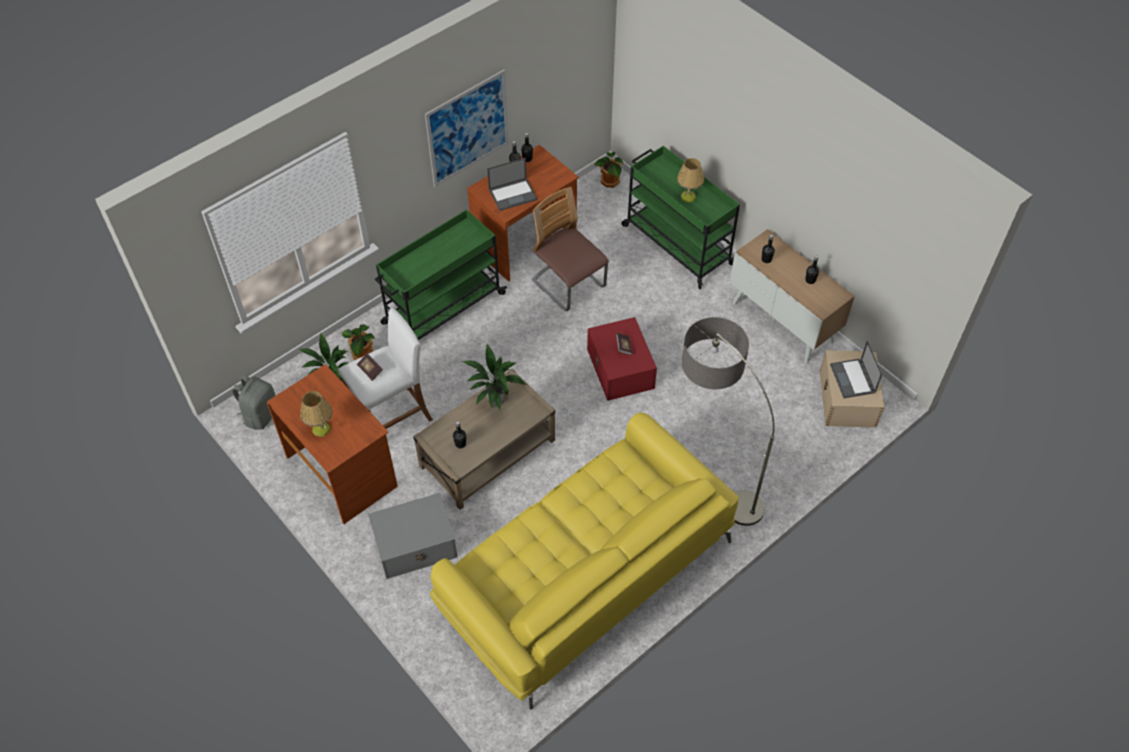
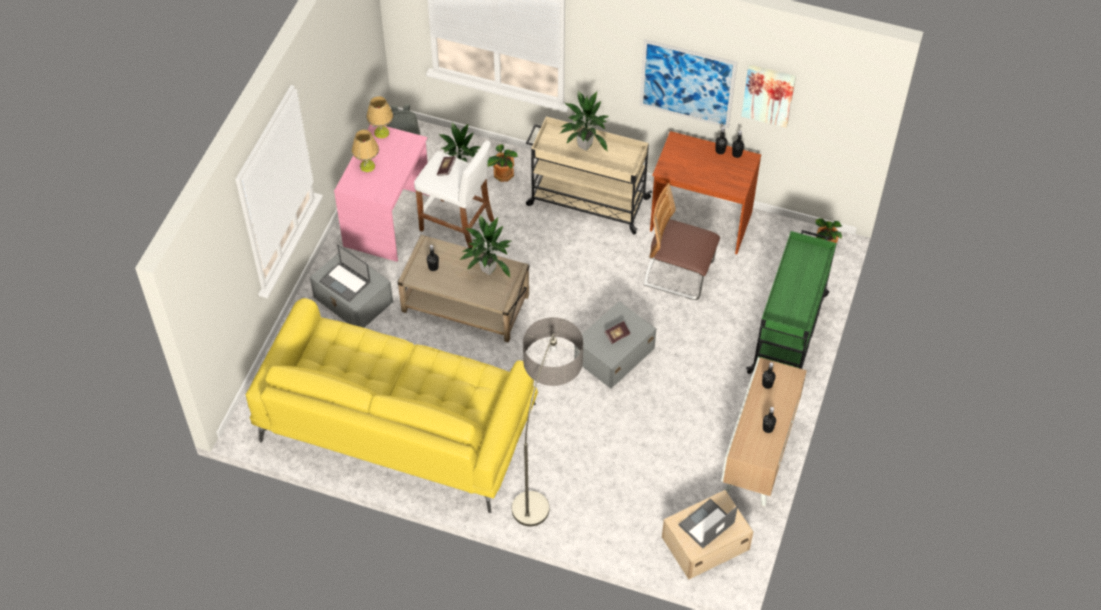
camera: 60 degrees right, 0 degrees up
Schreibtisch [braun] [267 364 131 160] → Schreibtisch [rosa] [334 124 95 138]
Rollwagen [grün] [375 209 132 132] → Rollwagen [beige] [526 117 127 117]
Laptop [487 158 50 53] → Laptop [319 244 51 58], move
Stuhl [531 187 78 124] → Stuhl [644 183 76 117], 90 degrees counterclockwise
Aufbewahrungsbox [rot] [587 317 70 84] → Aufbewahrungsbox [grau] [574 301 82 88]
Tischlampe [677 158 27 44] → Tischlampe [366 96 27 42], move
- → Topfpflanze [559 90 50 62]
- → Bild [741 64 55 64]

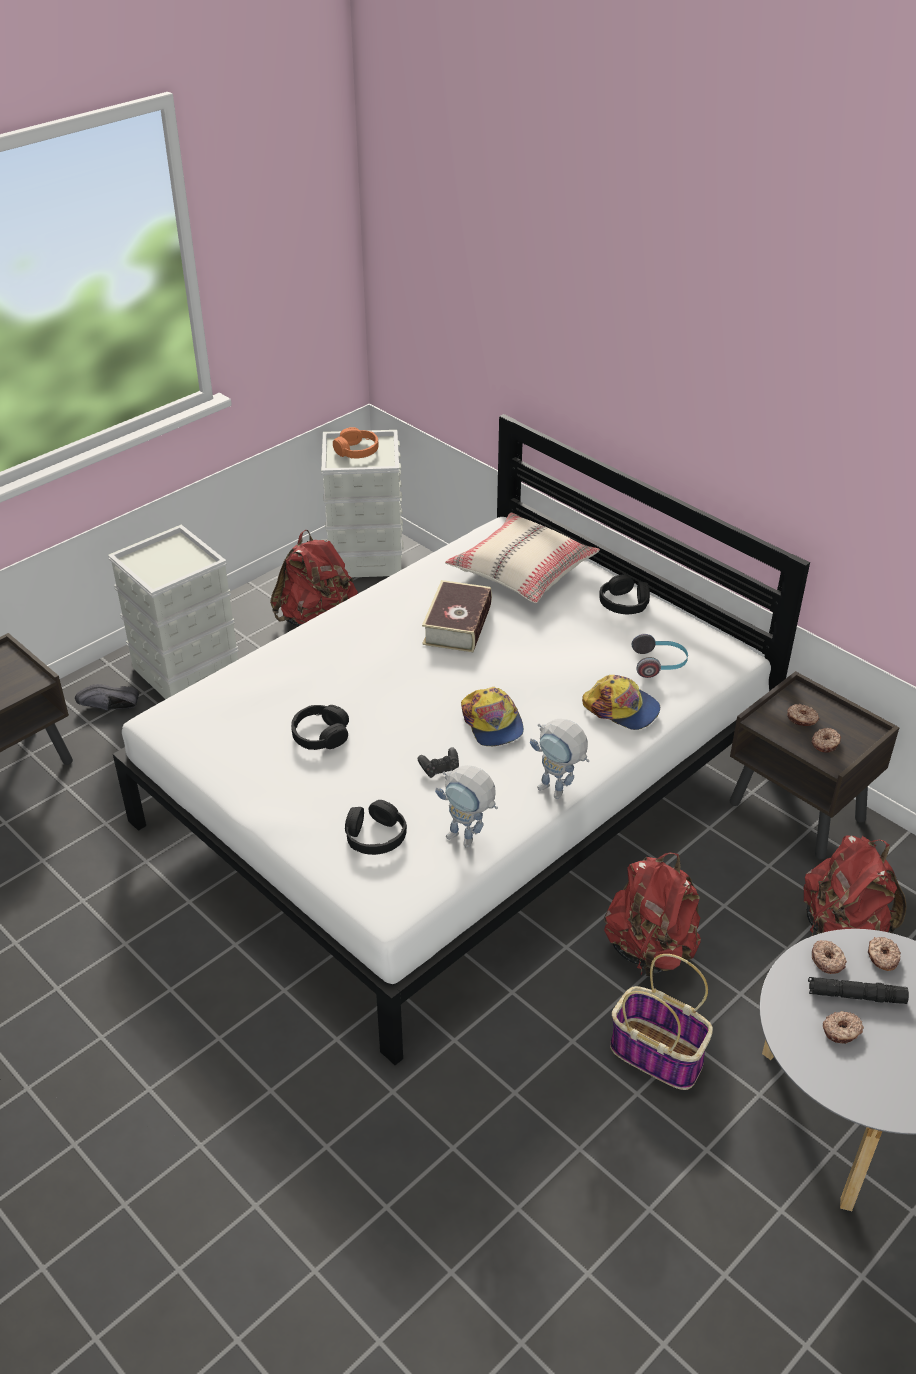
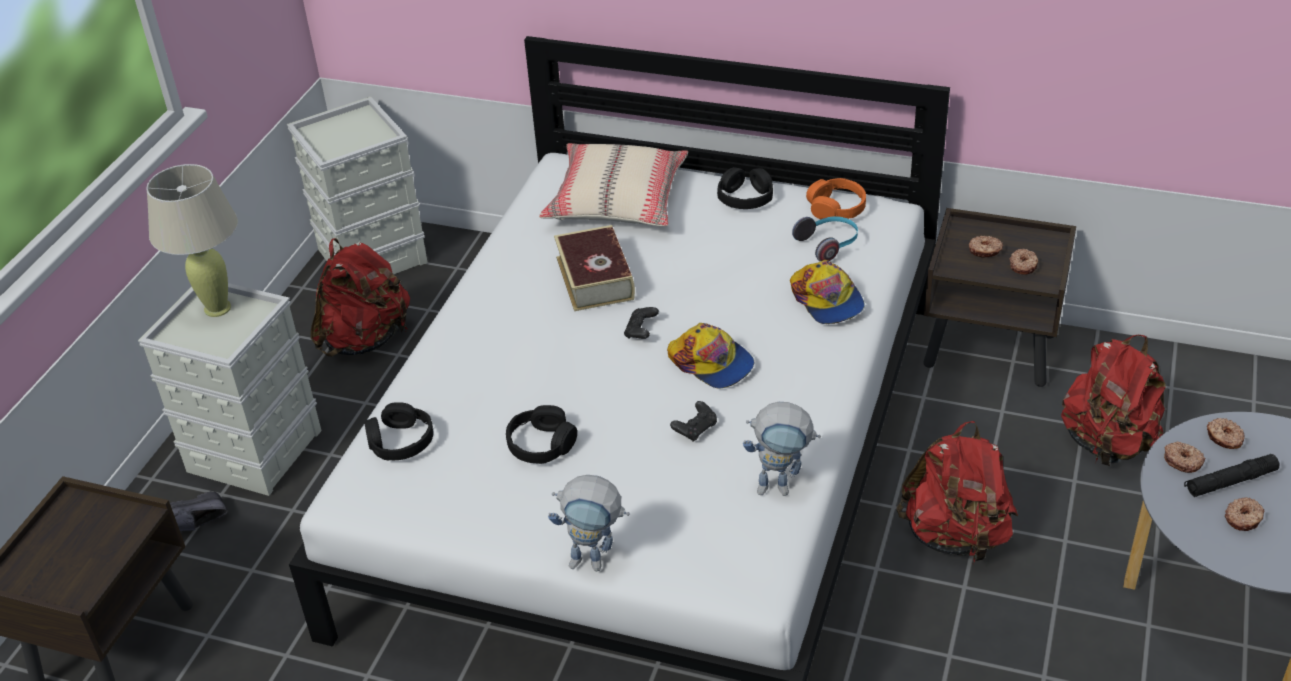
camera: 25 degrees left, 0 degrees up
Kopfhörer [orange] [333 427 46 32] → Kopfhörer [orange] [806 178 60 41], move
Kopfhörer [schwarz] [345 800 62 55] → Kopfhörer [schwarz] [364 402 69 58], move
Spielzeugroboter [530 719 59 80] → Spielzeugroboter [548 475 82 96], move
Kappe [582 675 78 55] → Kappe [790 260 75 64], 60 degrees clockwise
Korb [610 954 103 136] → -
- → Tischlampe [beige] [146 164 92 153]
- → Gamepad [schwarz] [624 307 35 32]

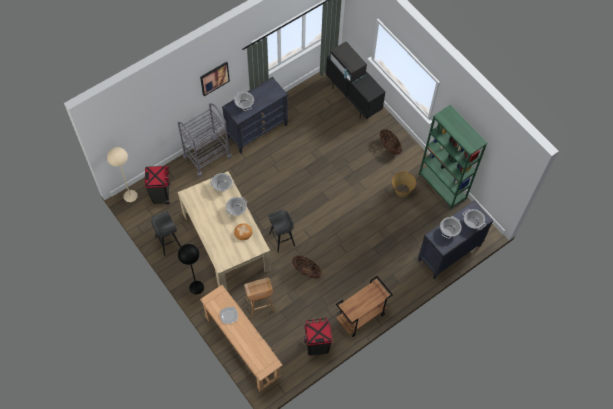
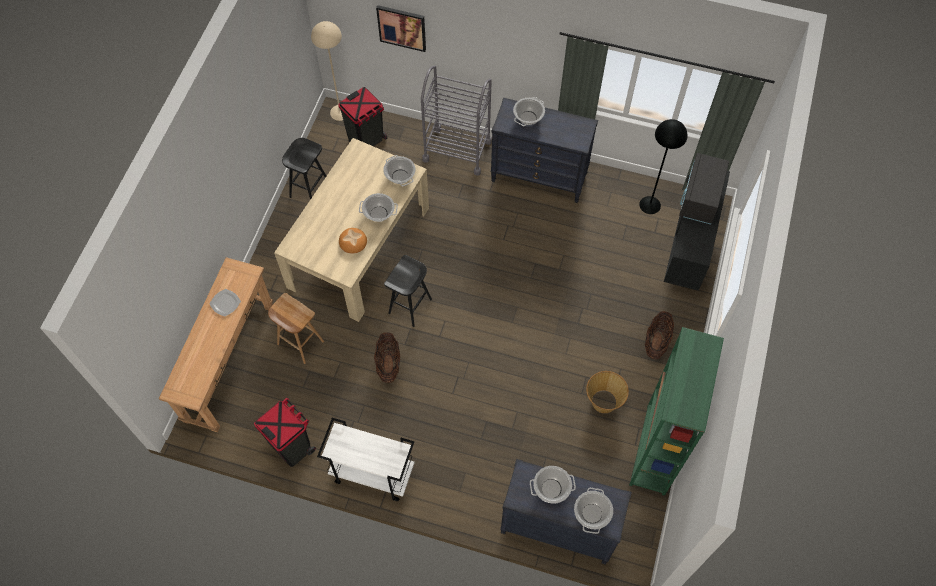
camera: 55 degrees right, 0 degrees up
Stehlampe [schwarz] [178 244 26 51] → Stehlampe [schwarz] [639 119 49 95], move
Bild [200 62 30 34] → Bild [376 5 50 47], move
Rollwagen [braun] [336 276 57 61] → Rollwagen [weiß] [317 418 97 83]

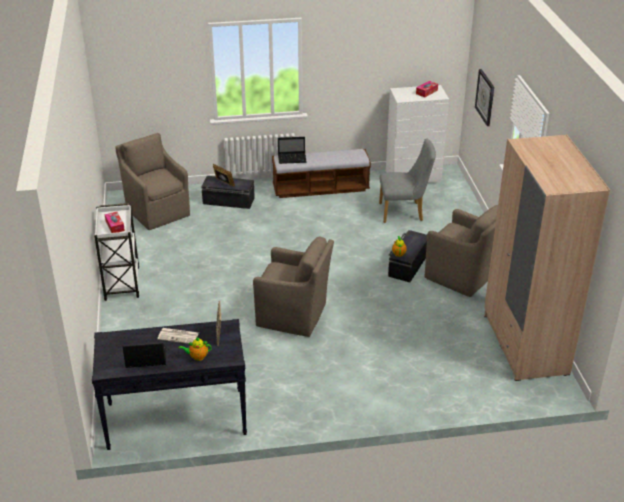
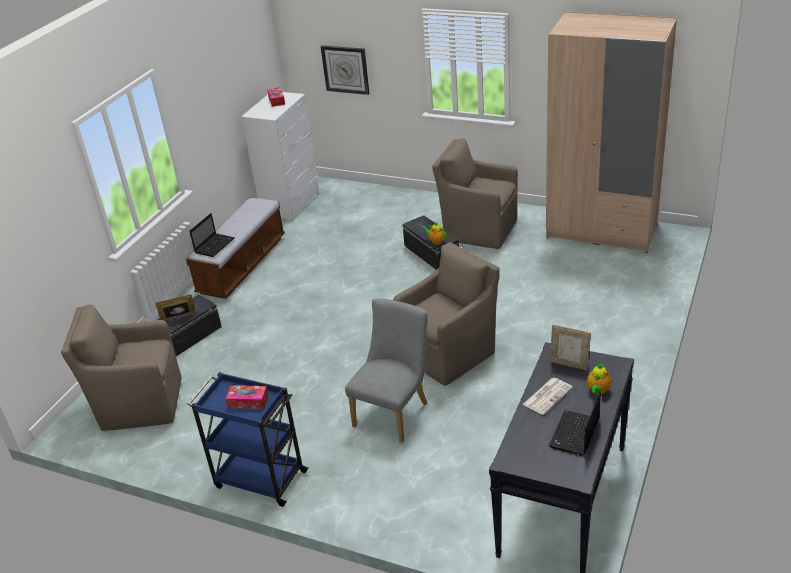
camera: 55 degrees left, 0 degrees up
Rollwagen [weiß] [94 203 45 98] → Rollwagen [blau] [188 372 121 135]
Stuhl [grau] [379 138 57 85] → Stuhl [grau] [345 298 83 145], move
Sessel [braun] [425 205 73 92] → Sessel [braun] [432 139 86 110], 135 degrees counterclockwise

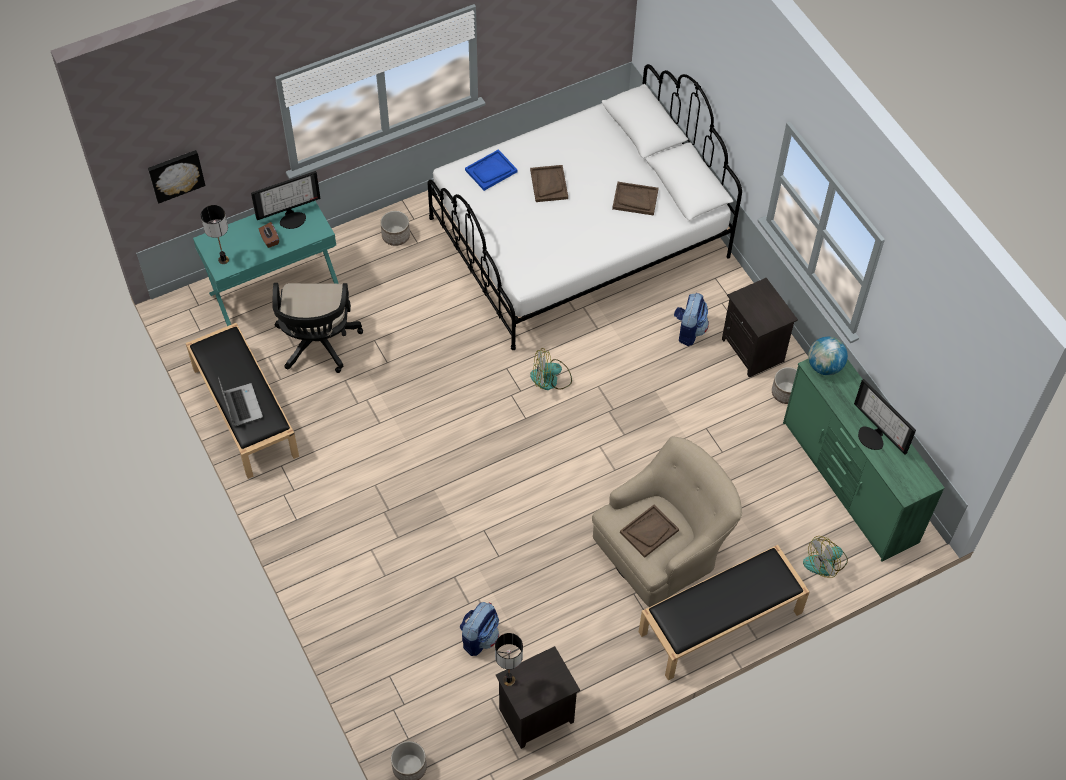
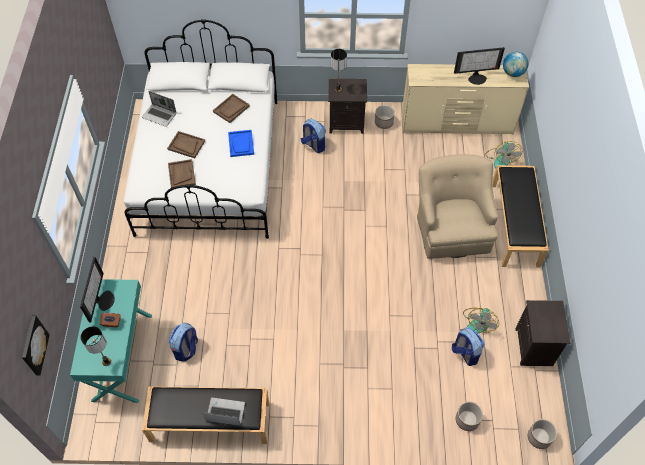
camera: 60 degrees left, 0 degrees up
Bürostuhl [schwarz] [272 283 91 90] → Rucksack [169 323 29 39]
Pflanzkübel [380 211 30 35] → Pflanzkübel [456 402 27 29], move
Tablett [blau] [465 149 52 42] → Tablett [blau] [228 130 26 27], move
Tischlampe [495 633 28 53] → Tischlampe [331 49 16 43], move
Ventilator [530 348 42 42] → Ventilator [463 308 36 25], move
Tablett [braun] [620 504 59 54] → Tablett [braun] [168 159 28 29], move
Kommode [grün] [783 359 162 203] → Kommode [beige] [402 64 127 71]
Globus [808 337 40 38] → Globus [503 52 26 25], move
- → Laptop [142 91 35 36]

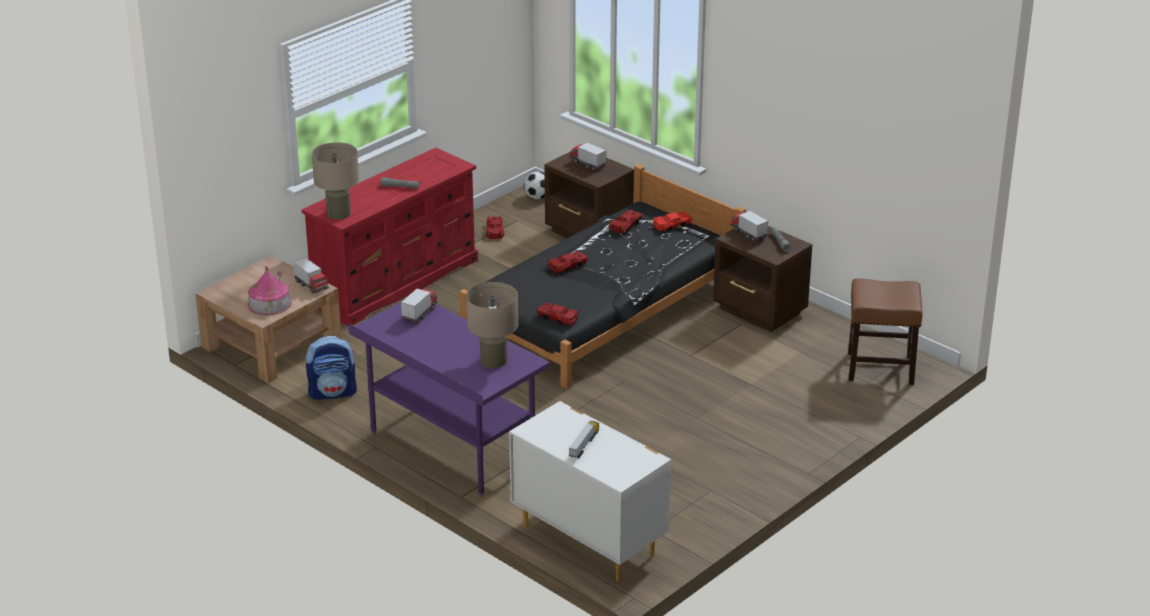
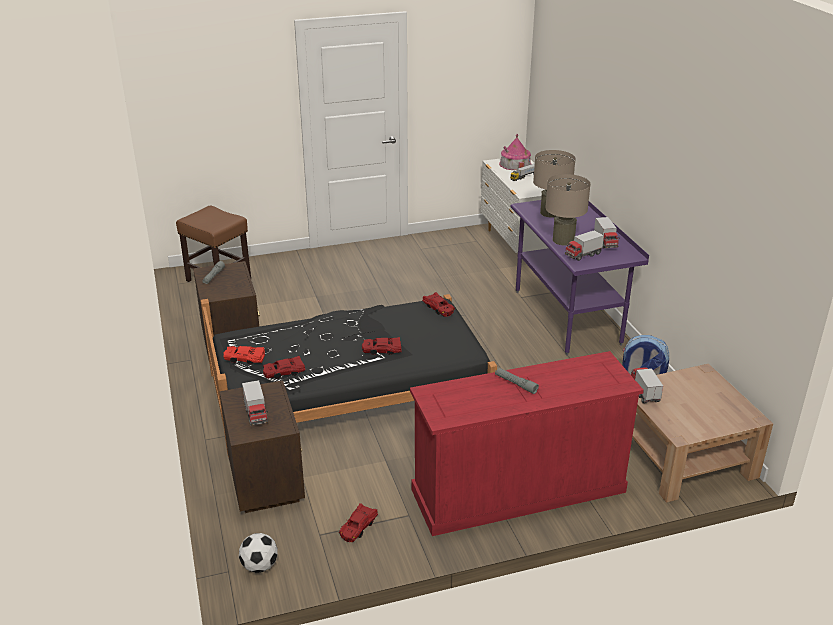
camera: 150 degrees left, 0 degrees up
Spielzeughaus [248 266 44 49] → Spielzeughaus [499 134 32 36], move
Tischlampe [beige] [312 142 47 78] → Tischlampe [beige] [545 174 46 72], move
Spielzeuglaster [731 211 37 31] → Spielzeuglaster [594 217 26 31], move

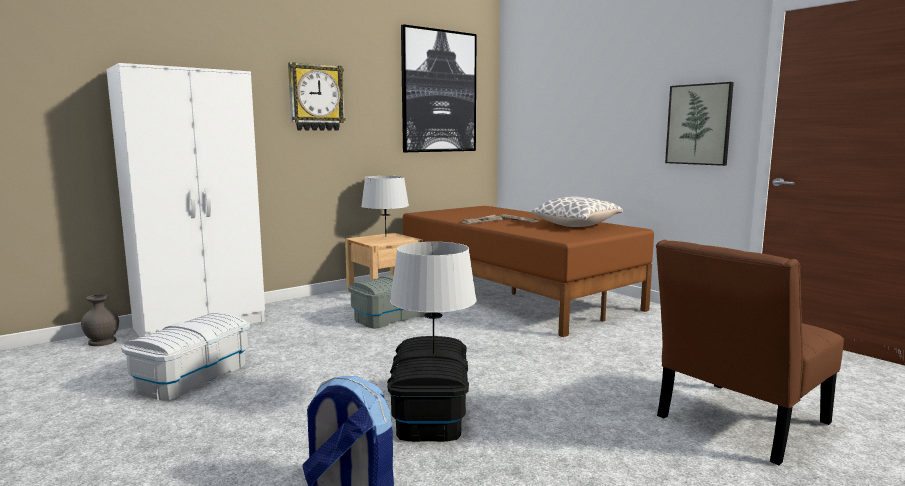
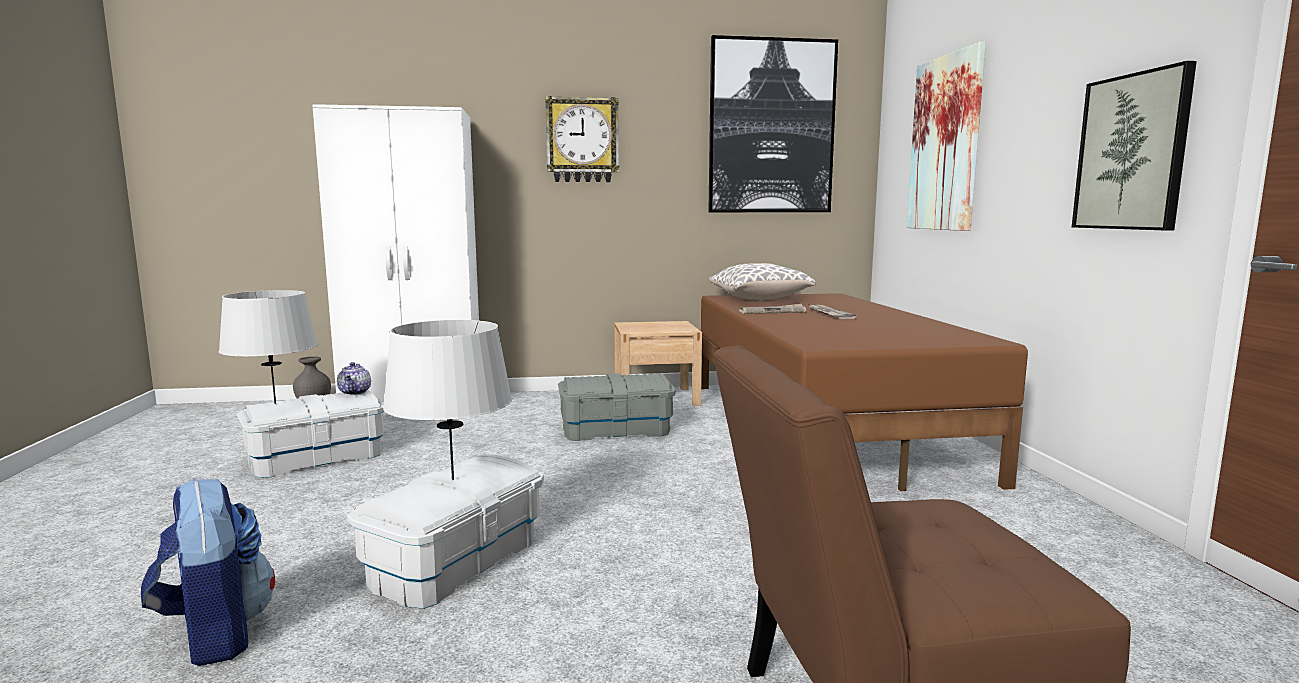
camera: 30 degrees right, 0 degrees up
Tischlampe [grau] [361 176 48 61] → Tischlampe [grau] [219 290 99 114], move
Aufbewahrungsbox [schwarz] [387 336 82 106] → Aufbewahrungsbox [weiß] [347 454 197 155]
Kissen [530 196 93 31] → Kissen [709 263 107 37], move
- → Teekanne [337 362 34 33]
- → Bild [907 42 79 189]

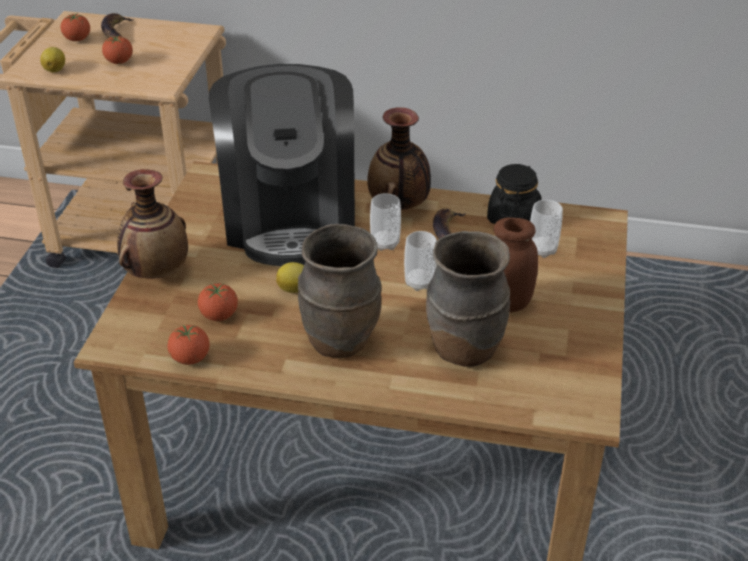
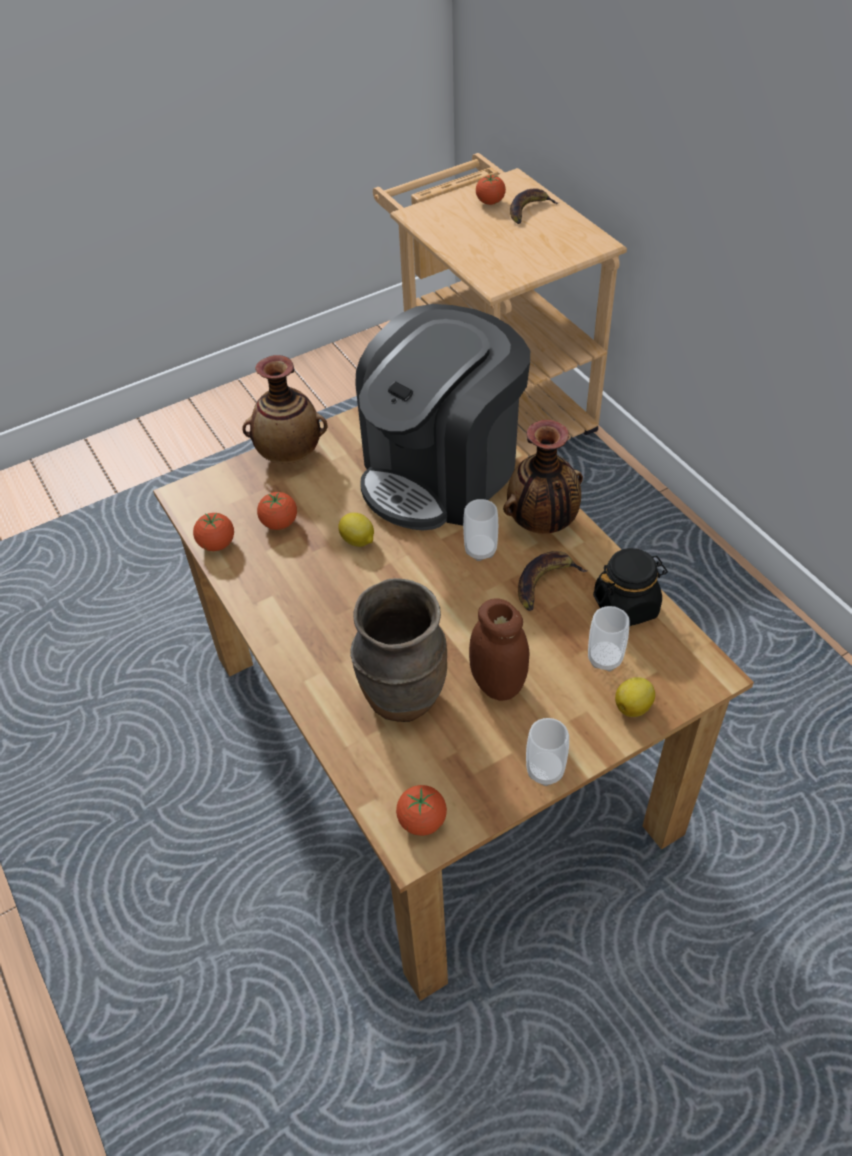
camera: 50 degrees right, 10 degrees up
Zitrone [40 47 25 26] → Zitrone [615 677 40 40], move
Tomate [102 35 31 29] → Tomate [396 785 51 51], move
Vase [braun] [298 224 84 134] → -
Tasse [404 231 33 60] → Tasse [526 718 43 68], move

